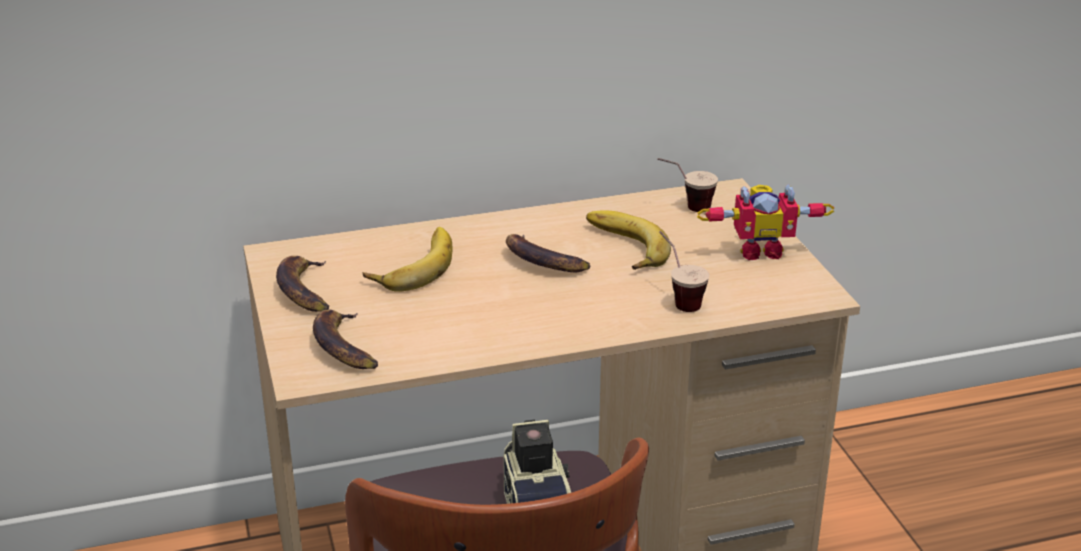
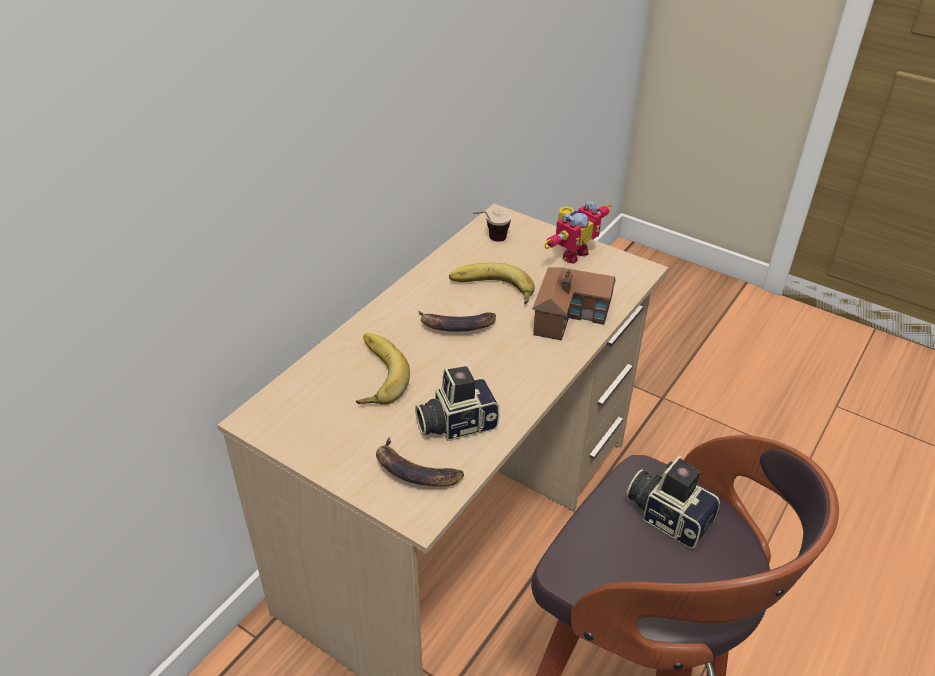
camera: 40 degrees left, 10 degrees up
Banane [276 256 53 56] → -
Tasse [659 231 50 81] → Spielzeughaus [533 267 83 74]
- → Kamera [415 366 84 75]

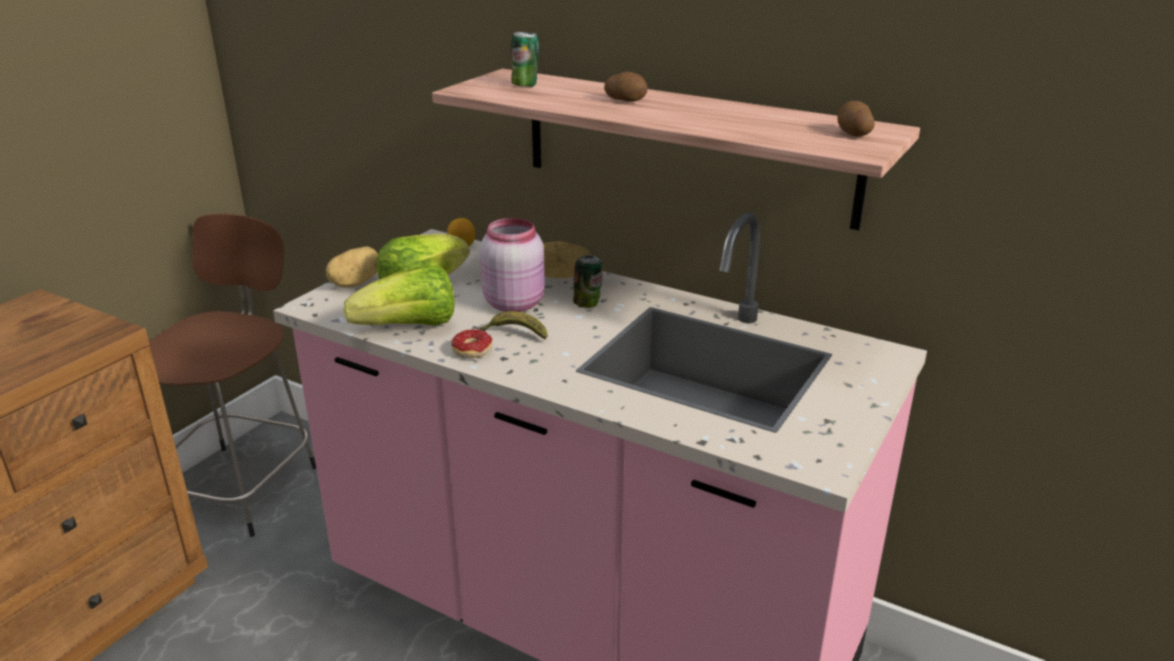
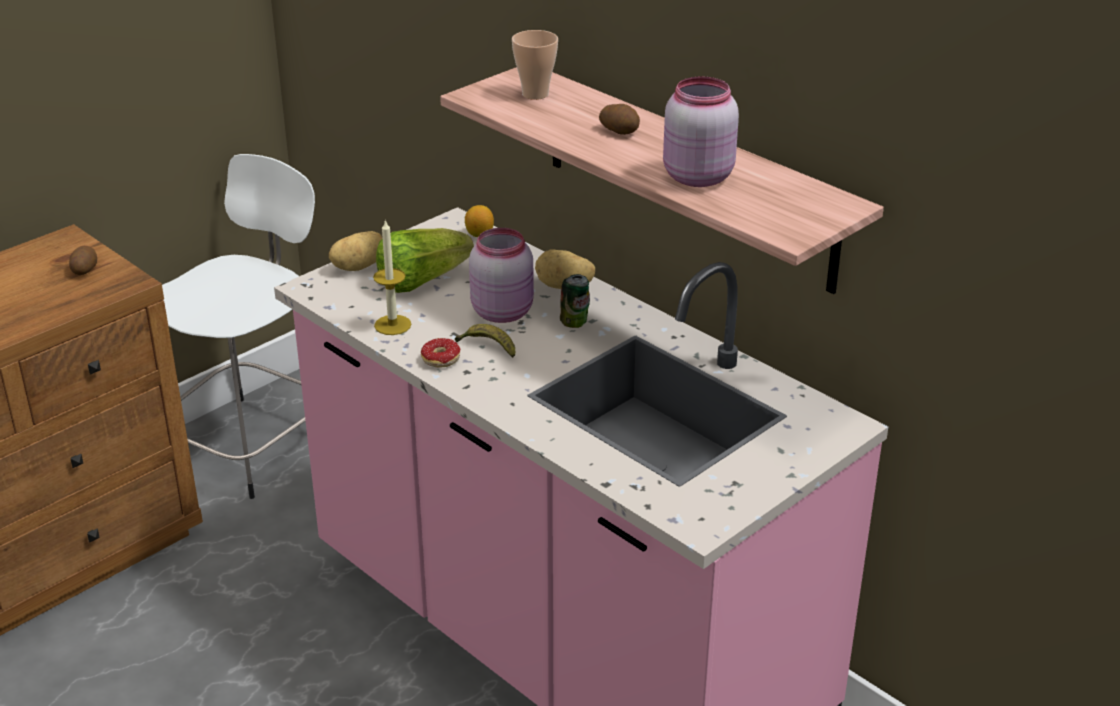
camera: 15 degrees right, 5 degrees up
Hocker [braun] [148 214 168 323] → Hocker [weiß] [162 154 153 345]
Salatkopf [344 265 110 61] → Kerze [373 219 38 116]
Dose [511 32 28 55] → Tasse [512 30 46 70]
Kartoffel [837 101 38 36] → Kartoffel [69 246 28 29], move
- → Vorratsglas [rosa] [663 77 76 110]

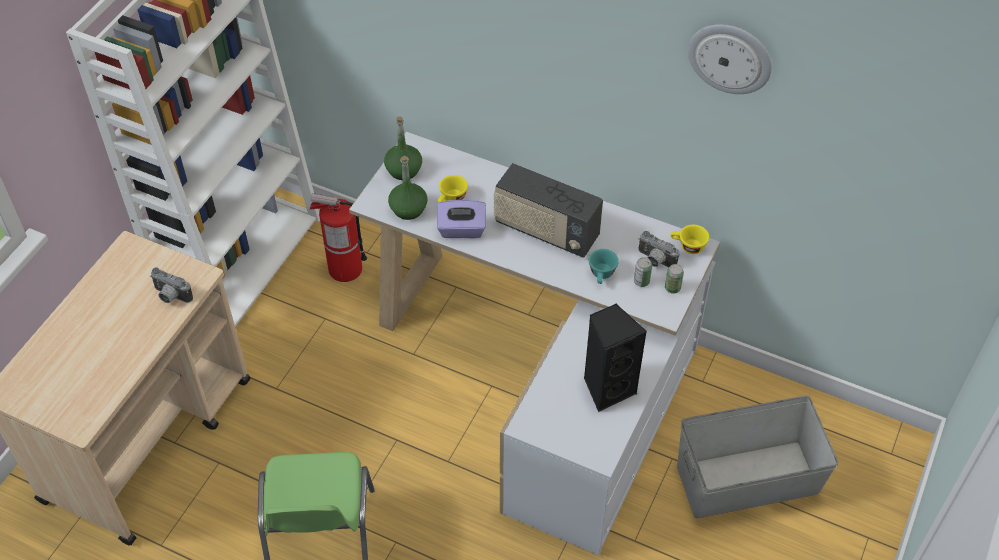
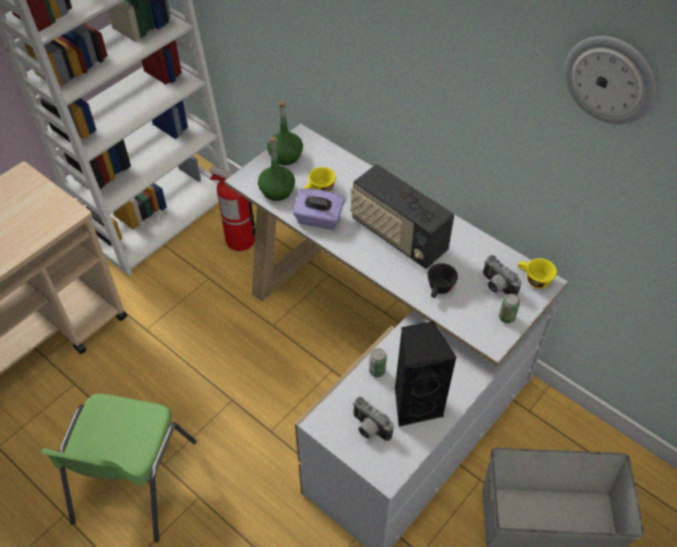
camera: 15 degrees right, 0 degrees up
Kamera [150 267 43 36] → Kamera [353 397 41 44], move
Tasse [türkis] [589 249 30 35] → Tasse [schwarz] [427 263 31 35]
Dose [634 257 18 30] → Dose [369 348 18 29], move

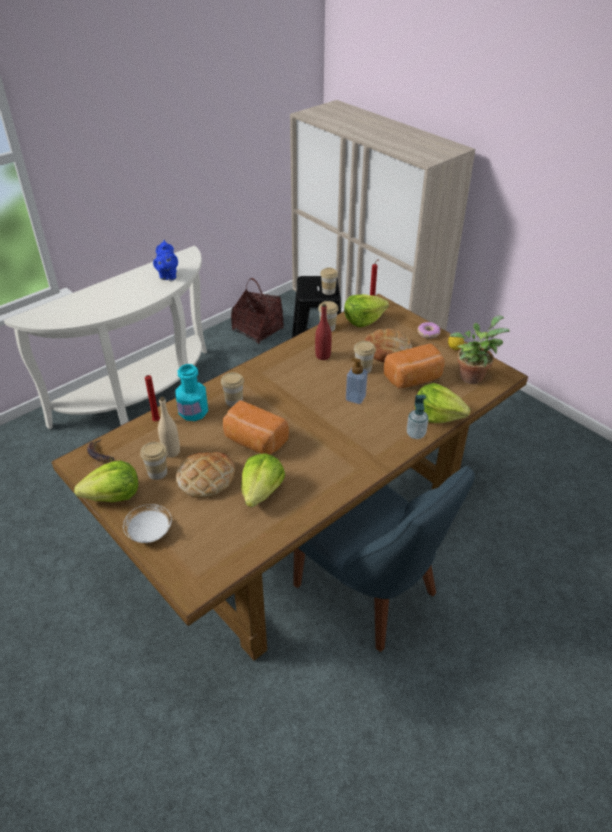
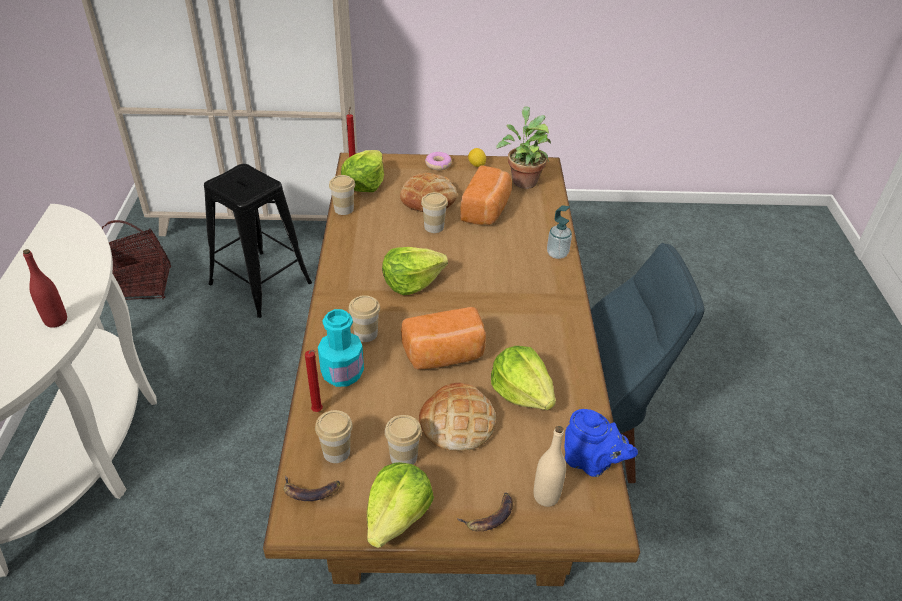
camera: 50 degrees left, 0 degrees up
Teller [weiß] [123 504 49 39] → Banane [457 492 56 39]
Teekanne [blau] [153 240 25 41] → Teekanne [blau] [565 409 73 68], move
Flasche [beige] [158 397 22 60] → Flasche [beige] [533 426 33 81], move
Flasche [rot] [315 304 17 56] → Flasche [rot] [23 249 44 79], move
Tasse [320 268 18 27] → Tasse [315 410 38 53], move
Seifenspender [346 358 22 46] → -
Salatkopf [415 383 55 40] → Salatkopf [382 247 66 48], move

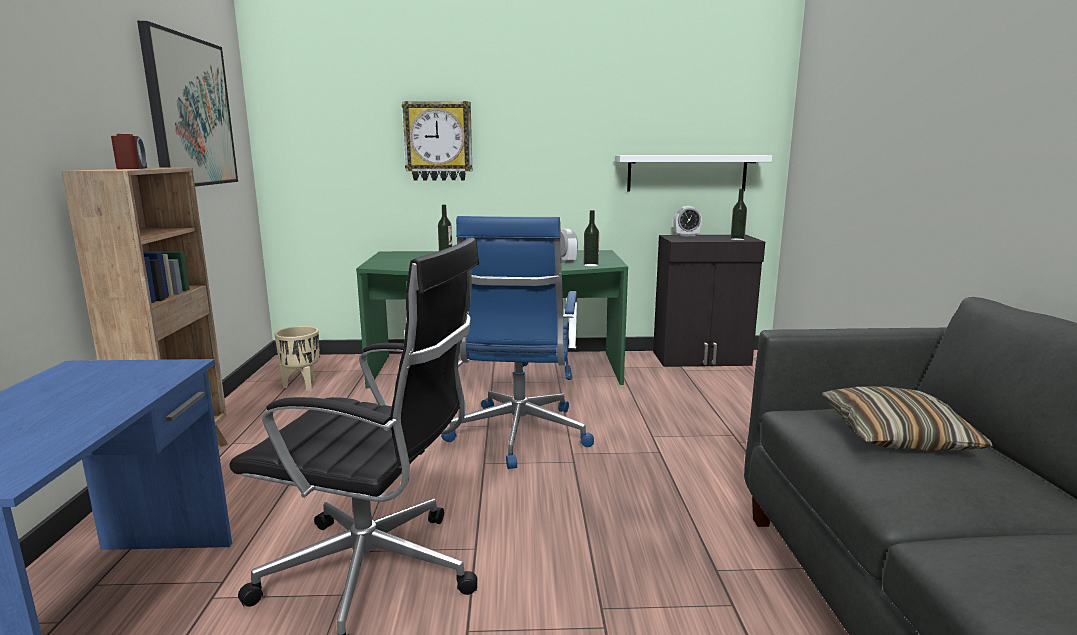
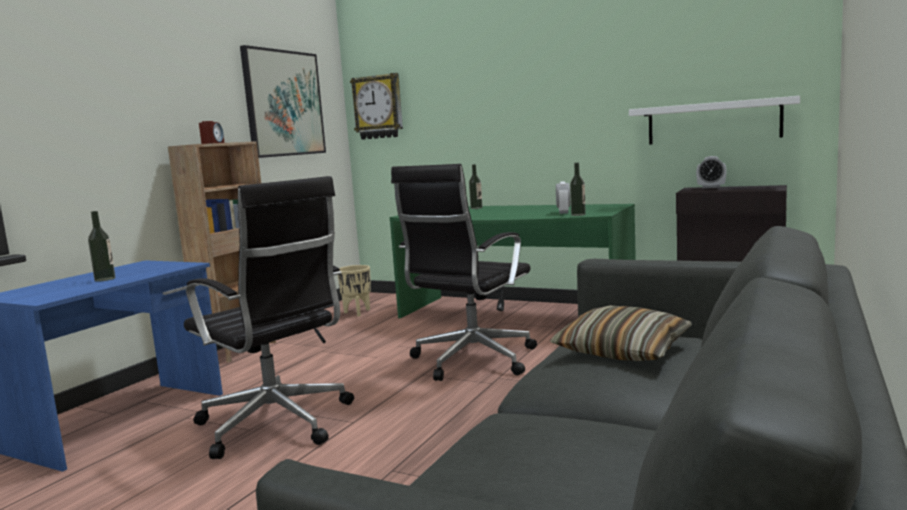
camera: 30 degrees right, 5 degrees down
Wanduhr [402 101 70 80] → Wanduhr [350 73 53 67], move
Bürostuhl [blau] [441 216 153 253] → Bürostuhl [schwarz] [391 164 146 217]
Flasche [730 189 17 51] → Flasche [88 211 27 71], move

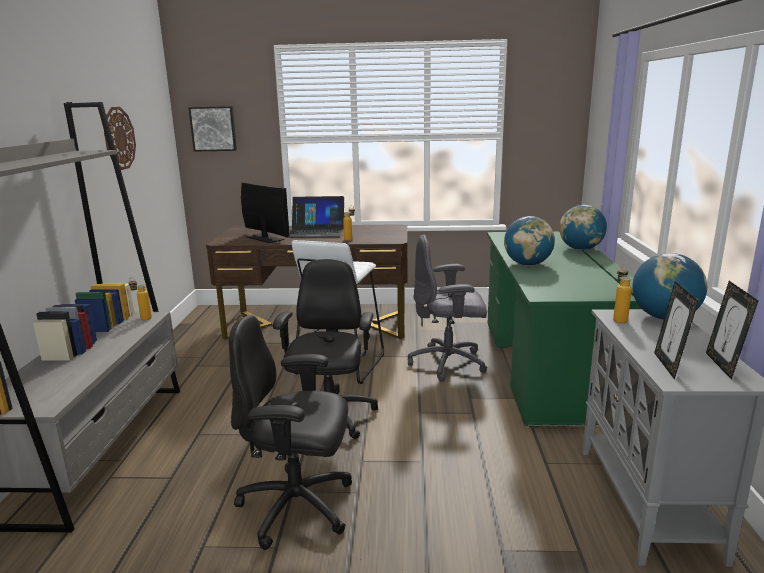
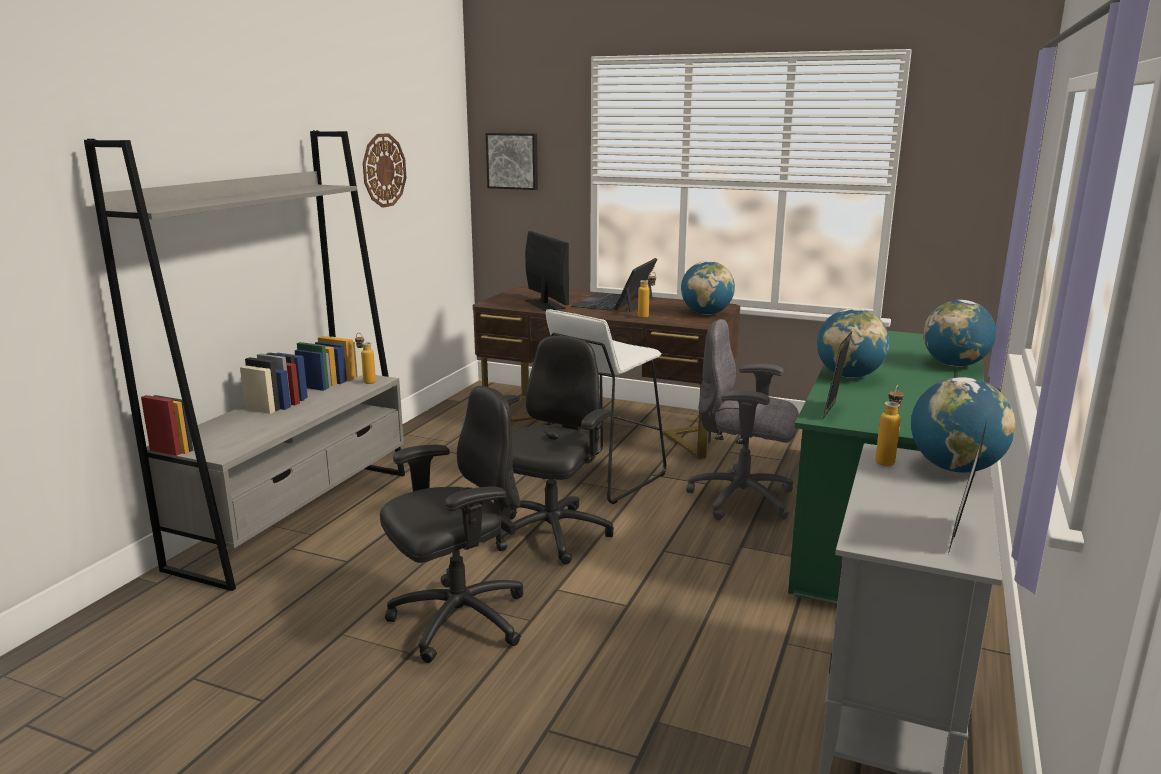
camera: 20 degrees right, 0 degrees up
Bürostuhl [schwarz] [229 315 123 235] → Bürostuhl [schwarz] [380 386 144 277], 120 degrees clockwise
Laptop [286 196 58 42] → Laptop [571 258 87 54], 90 degrees clockwise
Bilderrahmen [654 281 44 99] → Bilderrahmen [823 332 29 87], move
- → Globus [681 261 54 54]

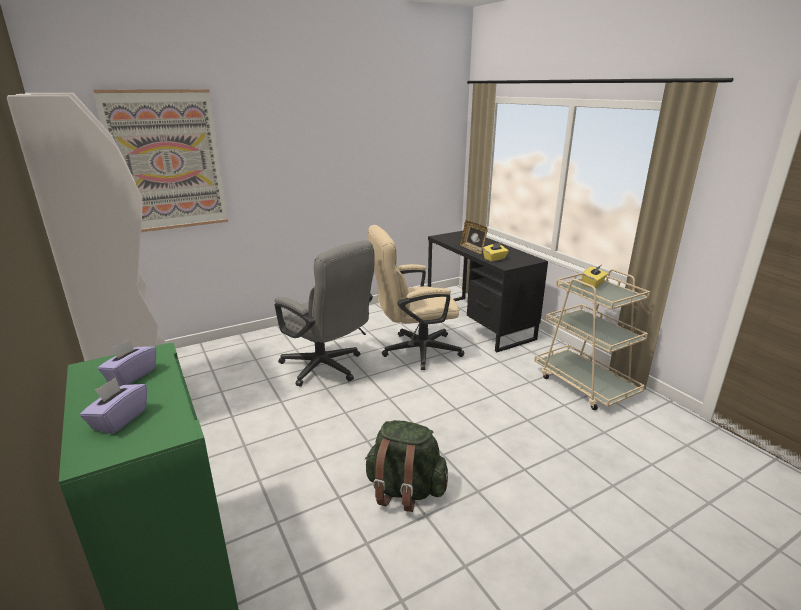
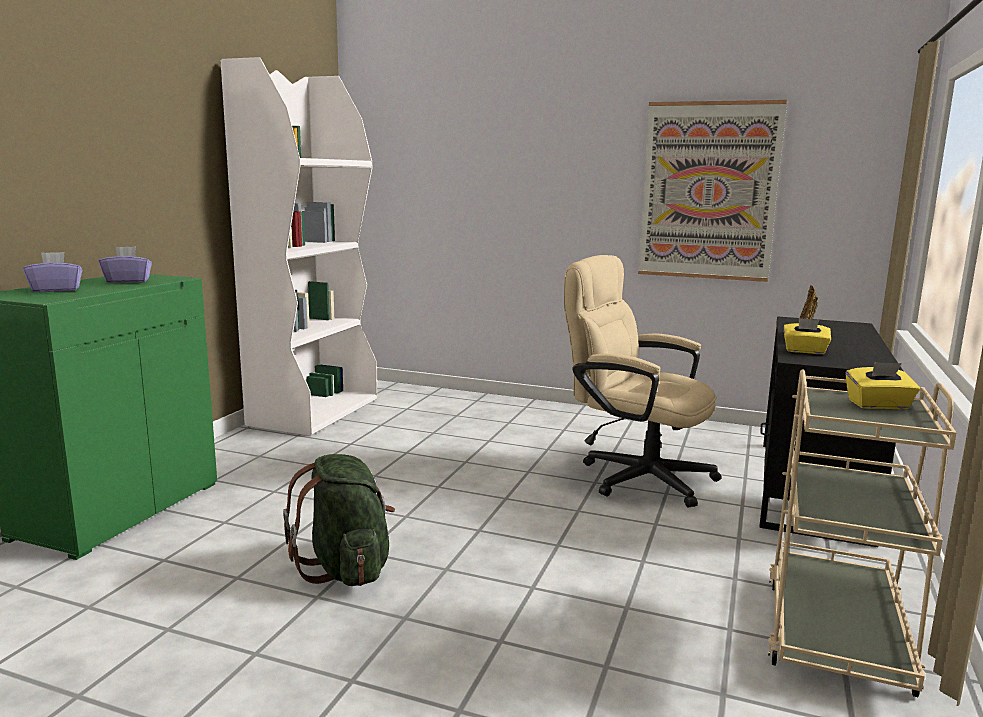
camera: 50 degrees right, 10 degrees down
Bild [93 89 135 143] → Bild [638 100 149 182], move
Bürostuhl [grau] [275 240 99 147] → -

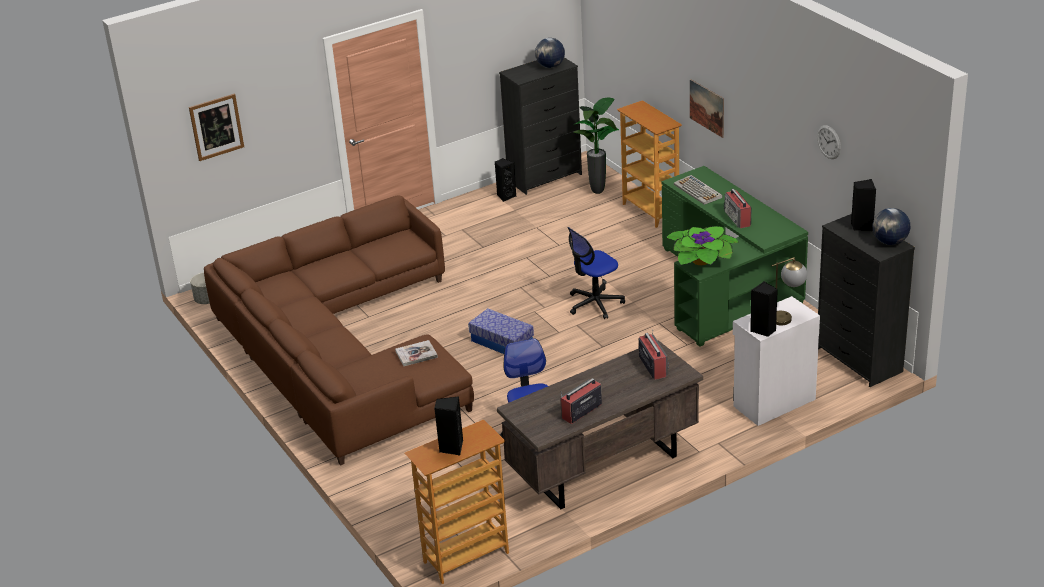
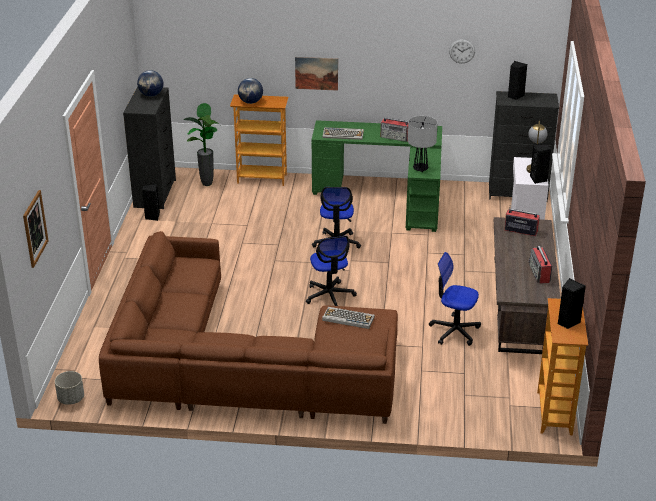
camera: 55 degrees left, 0 degrees up
Buch [395 340 43 26] → Tastatur [322 307 53 22]
Aufbewahrungsbox [468 308 66 46] → Bürostuhl [306 236 51 70]
Topfpflanze [666 226 73 40] → Tischlampe [408 116 30 56]
Globus [873 208 37 37] → Globus [238 78 25 26], move

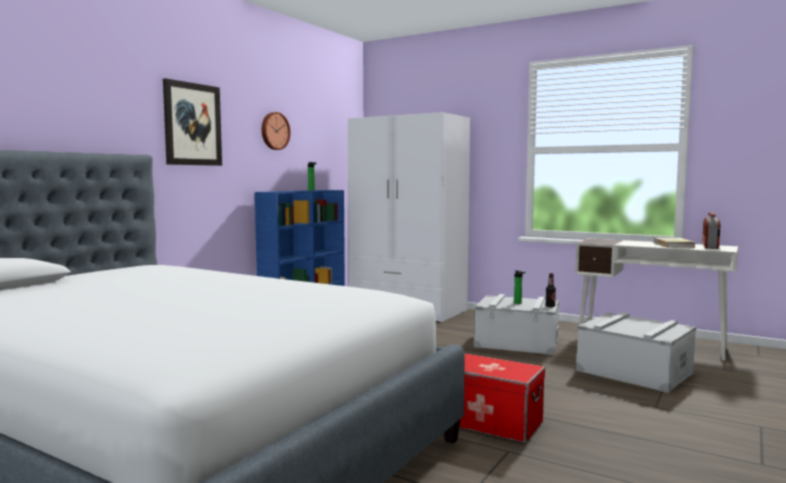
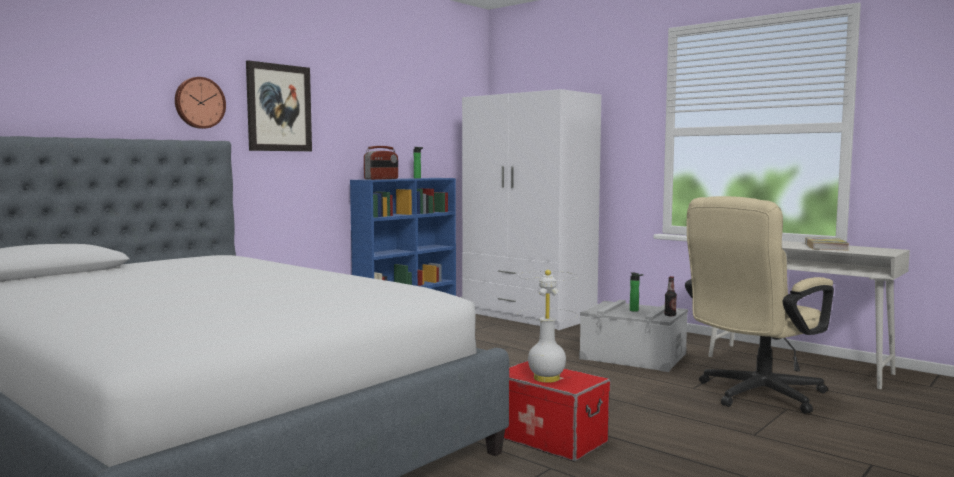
camera: 10 degrees right, 0 degrees up
Wanduhr [262 112 29 38] → Wanduhr [175 77 51 52], move
Aufbewahrungsbox [grau] [576 313 120 80] → Bürostuhl [beige] [685 196 149 218]
Radio [702 212 19 37] → Radio [364 146 34 34], move
- → Tischlampe [weiß] [517 270 61 113]

